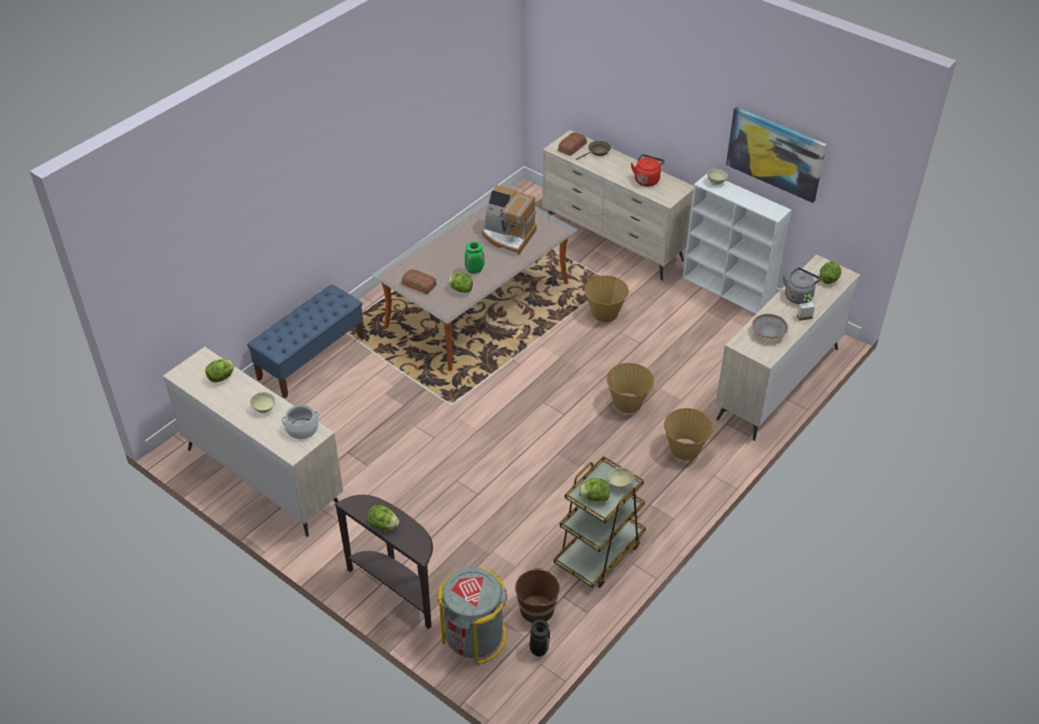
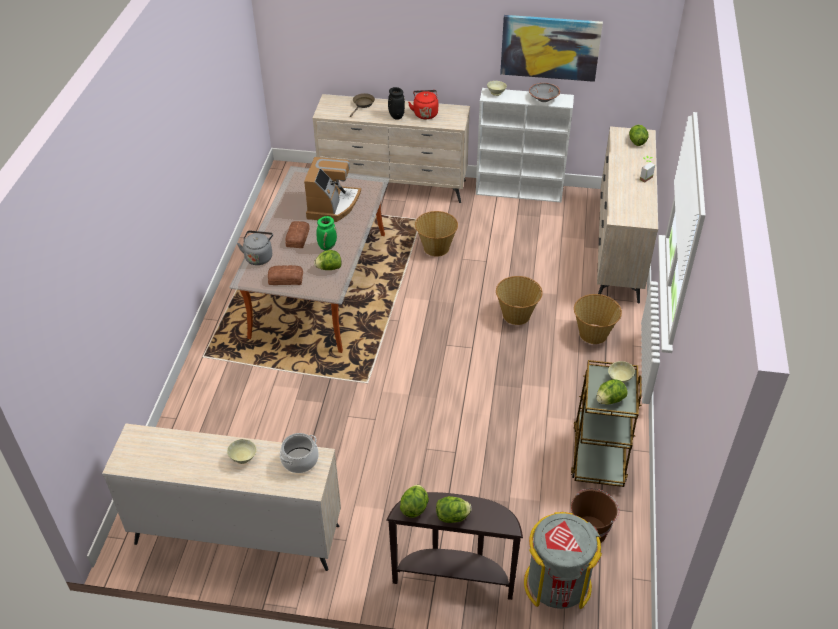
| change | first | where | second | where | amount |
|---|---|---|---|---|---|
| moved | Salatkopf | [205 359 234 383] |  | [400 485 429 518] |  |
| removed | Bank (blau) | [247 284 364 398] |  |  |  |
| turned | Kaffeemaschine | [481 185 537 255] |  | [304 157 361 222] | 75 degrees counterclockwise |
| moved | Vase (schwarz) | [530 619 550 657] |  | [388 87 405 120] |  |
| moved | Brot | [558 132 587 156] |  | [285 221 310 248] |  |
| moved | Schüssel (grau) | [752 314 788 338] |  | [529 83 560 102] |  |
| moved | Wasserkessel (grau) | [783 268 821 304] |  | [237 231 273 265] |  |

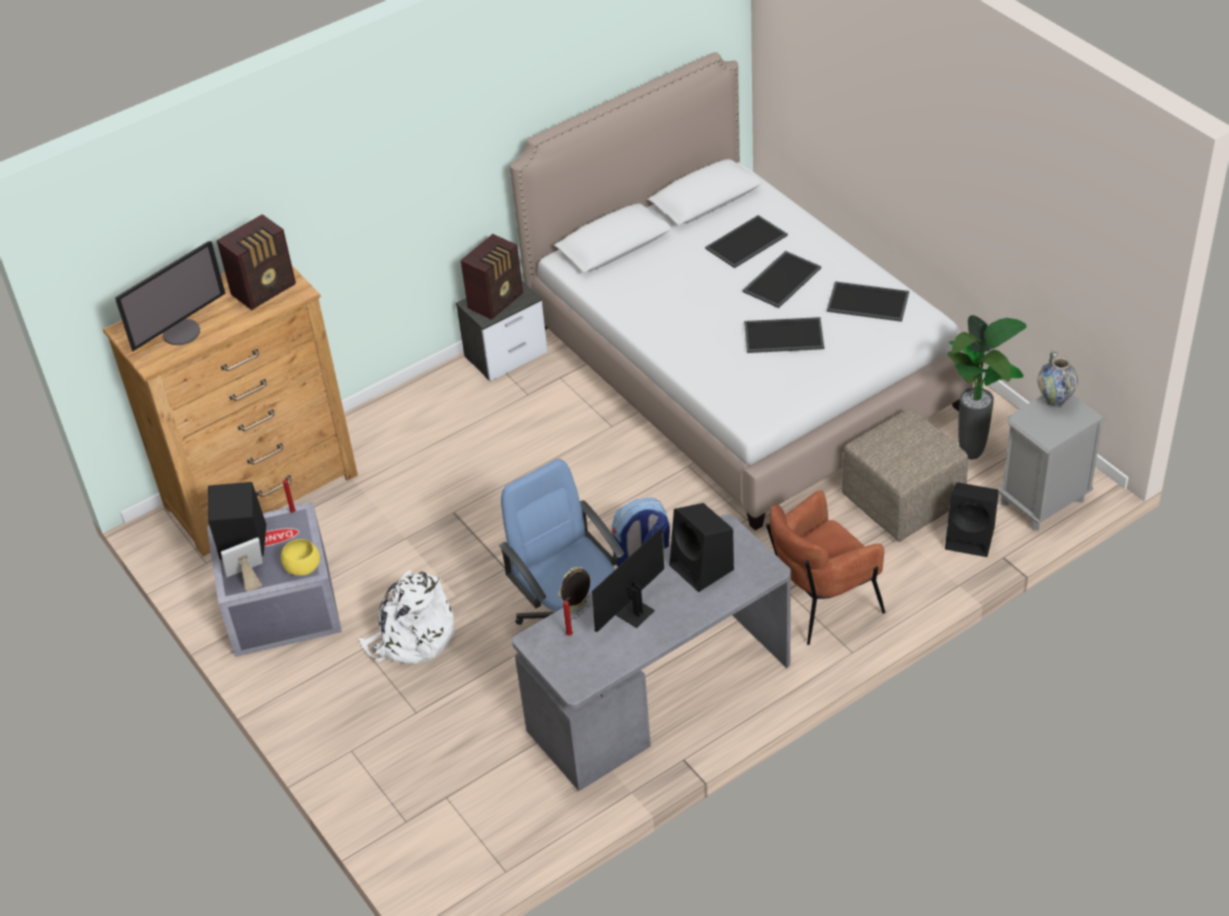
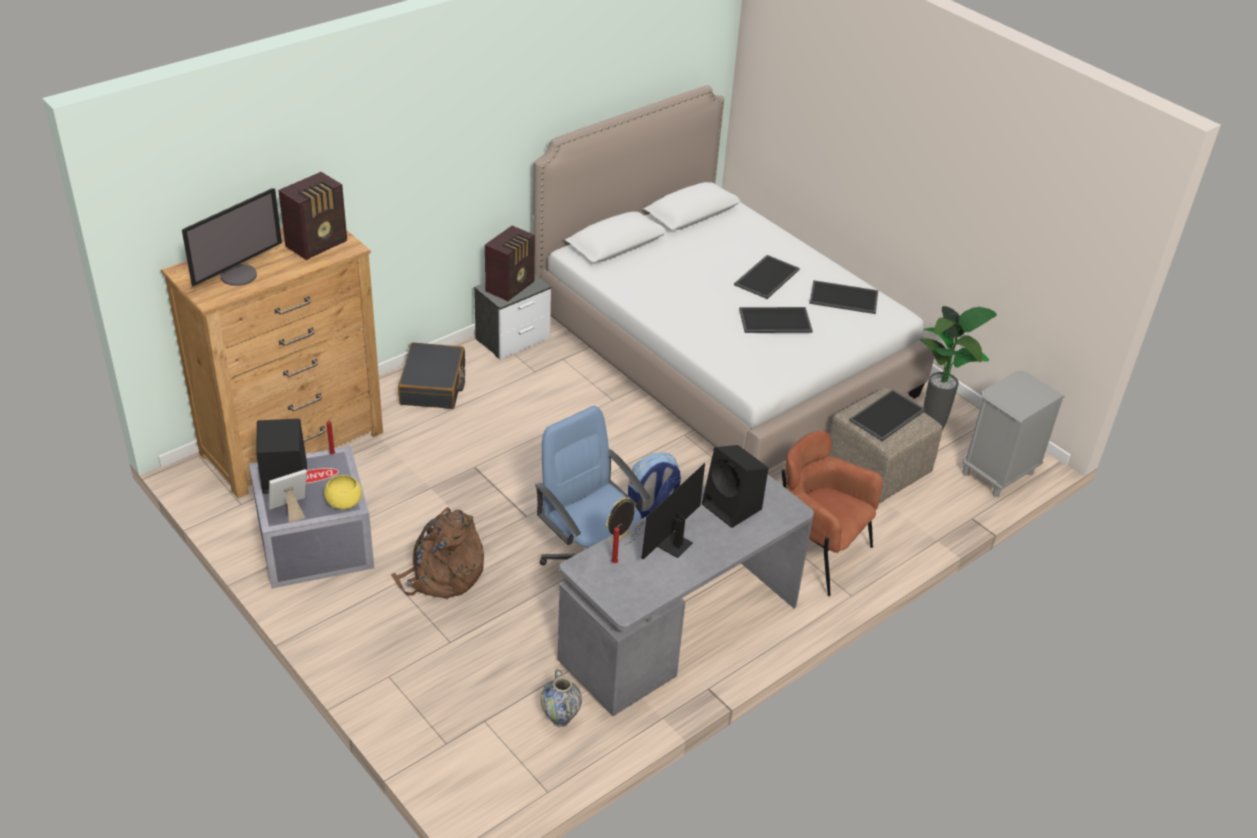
| change | first | where | second | where | amount |
|---|---|---|---|---|---|
| recoloured | Rucksack (weiß) | [359 570 454 665] | Rucksack (braun) | [391 507 484 599] |  |
| moved | Tablett | [705 215 788 268] |  | [849 389 926 441] |  |
| turned | Sessel (braun) | [766 491 886 645] |  | [782 431 883 596] | 75 degrees clockwise |
| removed | Lautsprecher (schwarz) | [945 482 999 557] |  |  |  |
| moved | Vase | [1038 350 1078 408] |  | [541 668 582 727] |  |
| added |  |  | Koffer (schwarz) | [398 342 465 409] |  |

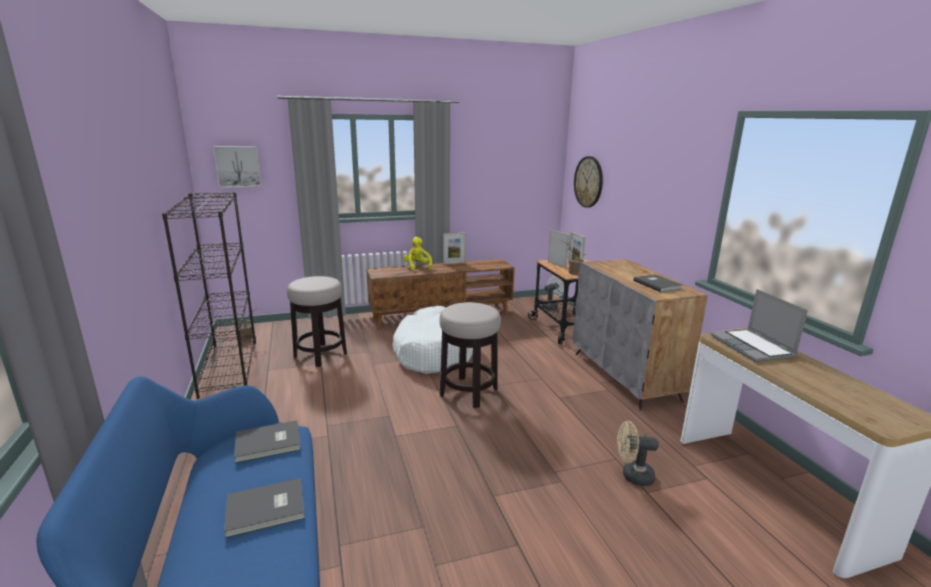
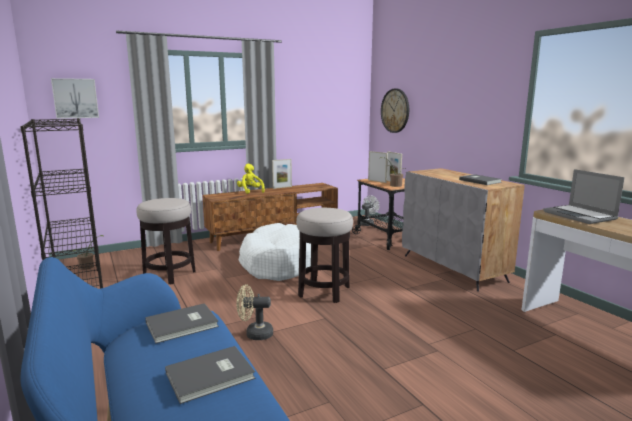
| change | first | where | second | where | amount |
|---|---|---|---|---|---|
| moved | Ventilator (beige) | [617 421 659 486] |  | [236 284 273 340] |  |

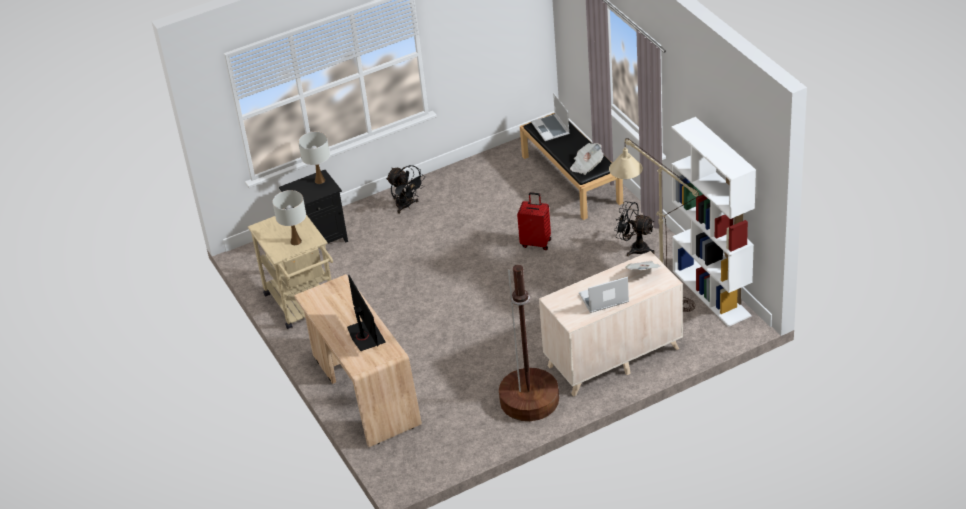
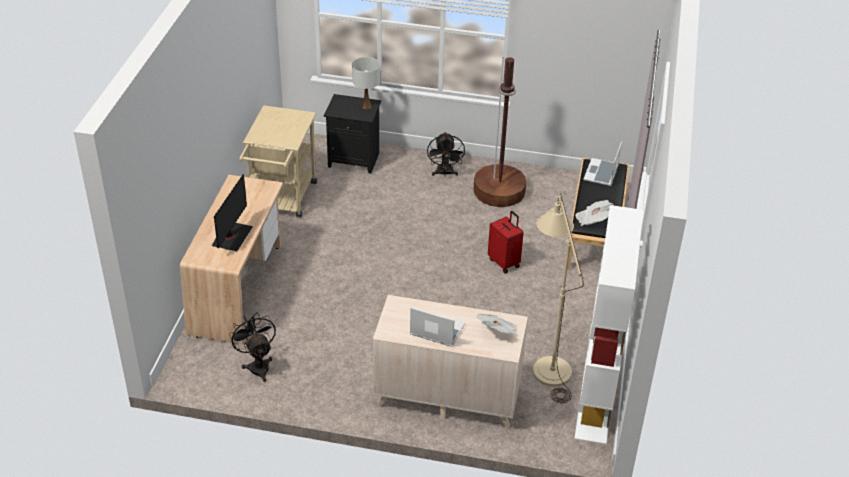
| change | first | where | second | where | amount |
|---|---|---|---|---|---|
| removed | Tischlampe (weiß) | [272 190 306 245] |  |  |  |
| moved | Stehlampe (braun) | [499 265 559 421] |  | [473 57 526 207] |  |
| moved | Ventilator (schwarz) | [614 201 655 256] |  | [229 312 276 382] |  |

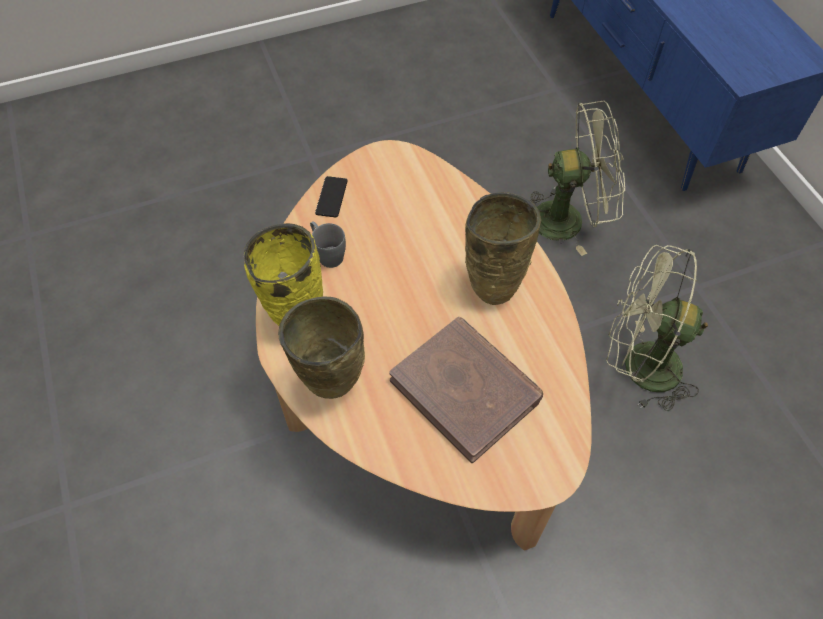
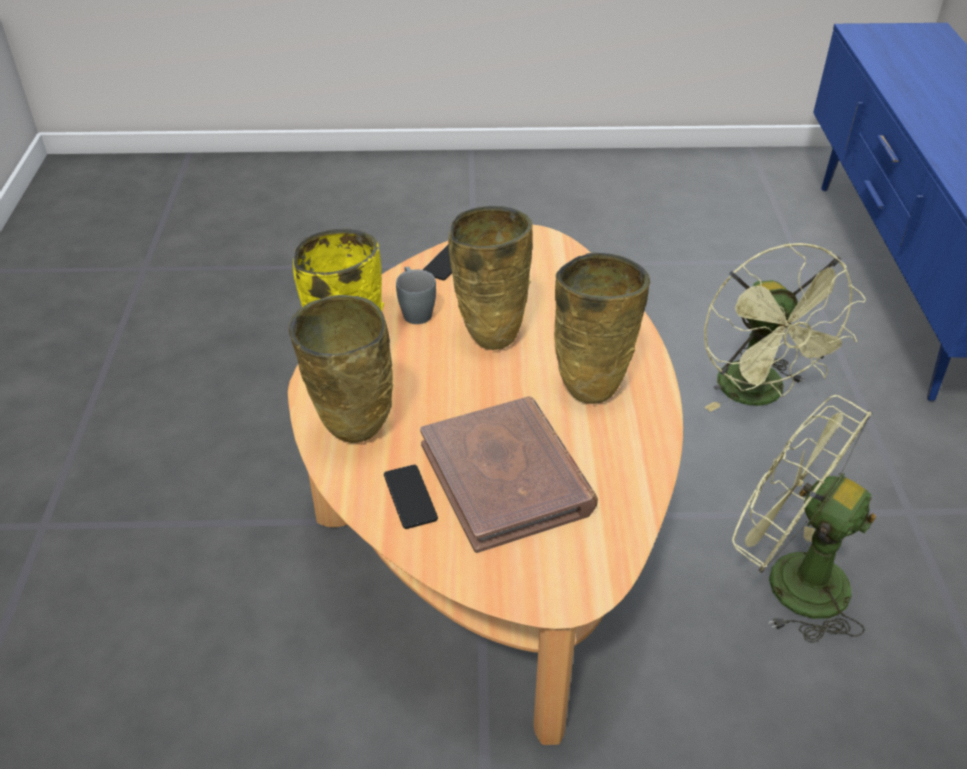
| change | first | where | second | where | amount |
|---|---|---|---|---|---|
| turned | Ventilator (grün) | [529 101 625 256] |  | [704 243 866 412] | 60 degrees clockwise |
| added |  |  | Handy | [384 465 438 529] |  |
| added |  |  | Vase (beige) | [448 206 533 350] |  |

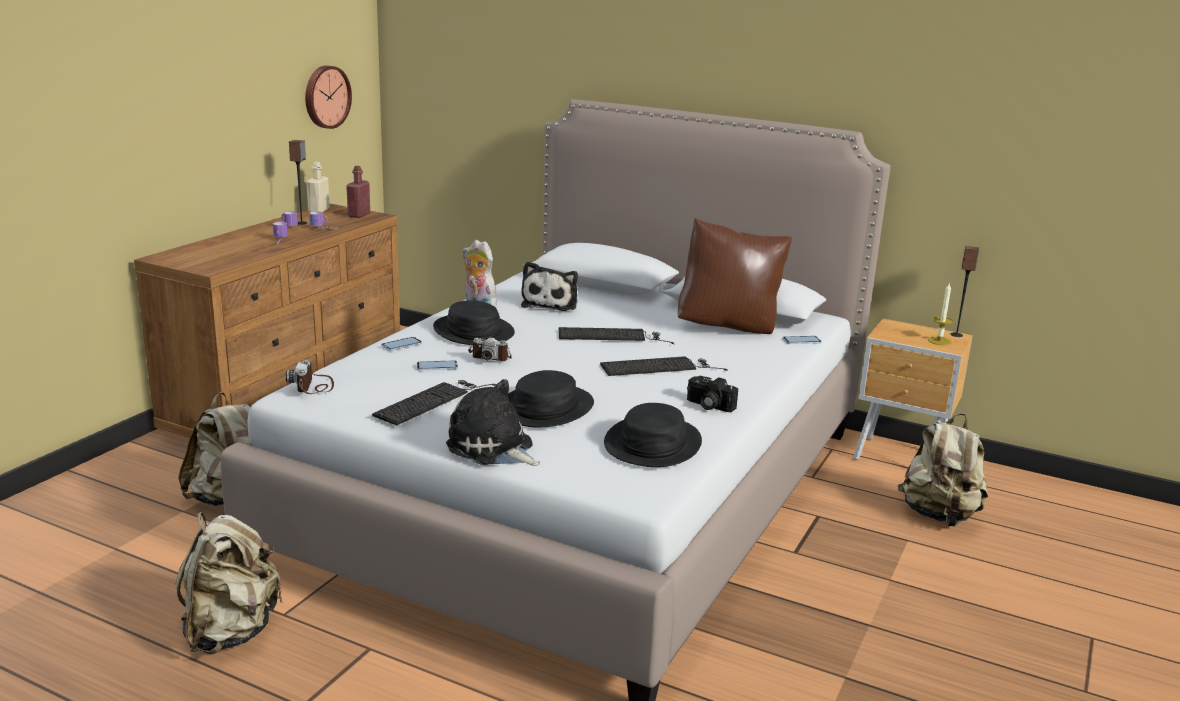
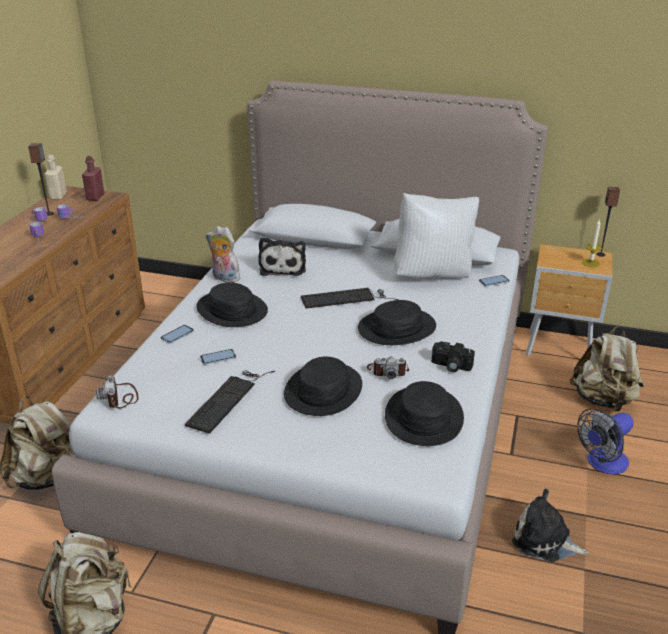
| change | first | where | second | where | amount |
|---|---|---|---|---|---|
| removed | Wanduhr | [305 66 352 129] |  |  |  |
| moved | Plüschtier | [446 379 540 465] |  | [512 489 588 562] |  |
| moved | Kamera | [468 337 512 361] |  | [367 357 409 379] |  |
| replaced | Tastatur | [600 356 728 376] | Hut (schwarz) | [358 300 436 345] |  |
| recoloured | Kissen (braun) | [678 218 792 334] | Kissen (weiß) | [394 193 479 279] |  |
| added |  |  | Ventilator | [577 409 634 475] |  |

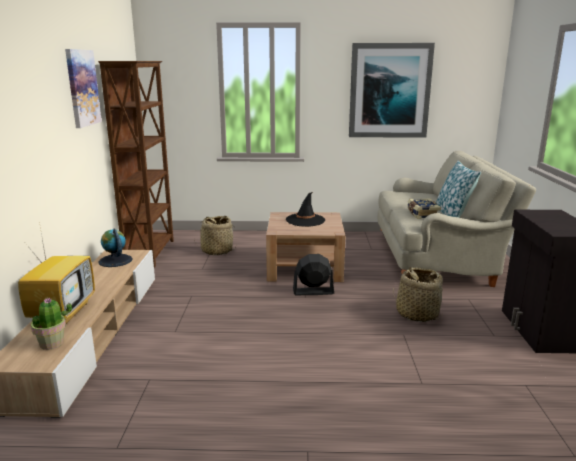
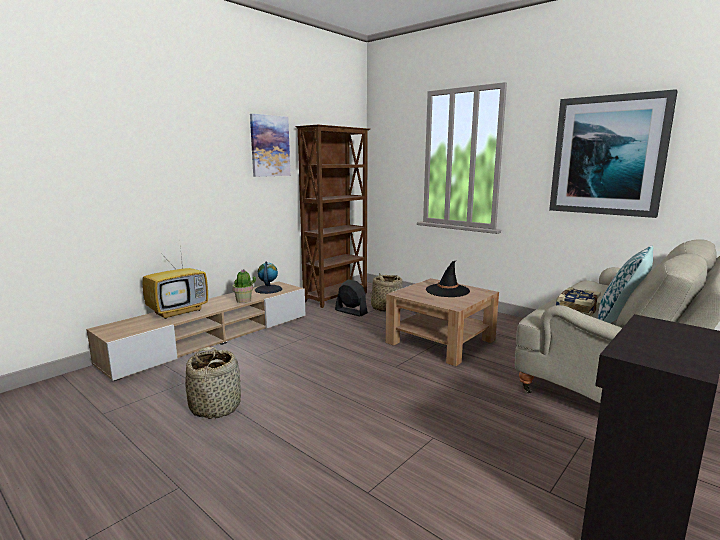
| change | first | where | second | where | amount |
|---|---|---|---|---|---|
| moved | Topfpflanze | [31 297 72 350] |  | [232 270 256 303] |  |
| moved | Ventilator (schwarz) | [293 254 334 295] |  | [335 279 368 316] |  |
| moved | Korb | [393 267 443 322] |  | [185 347 241 419] |  |

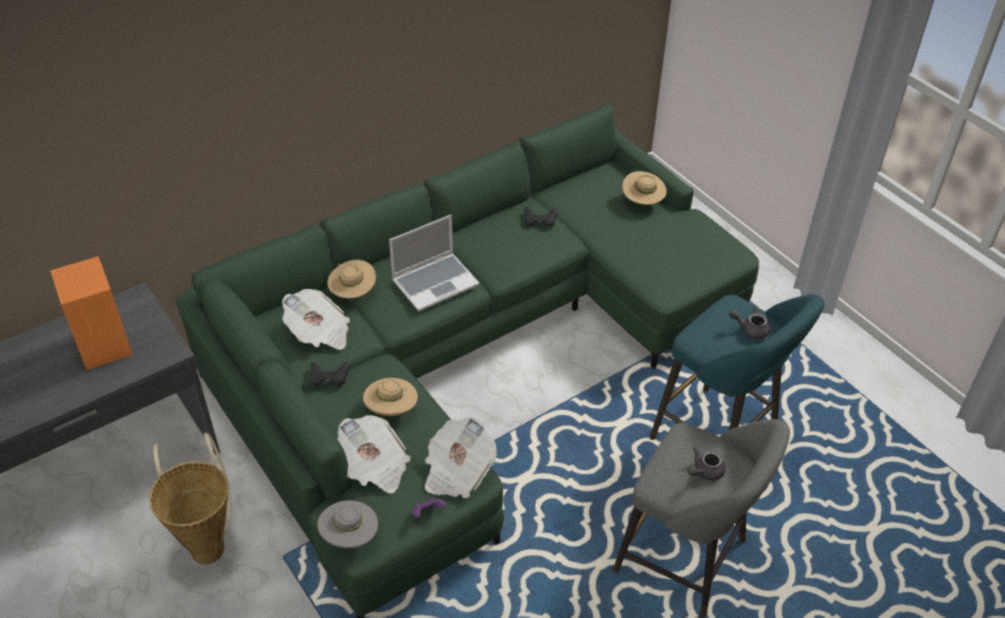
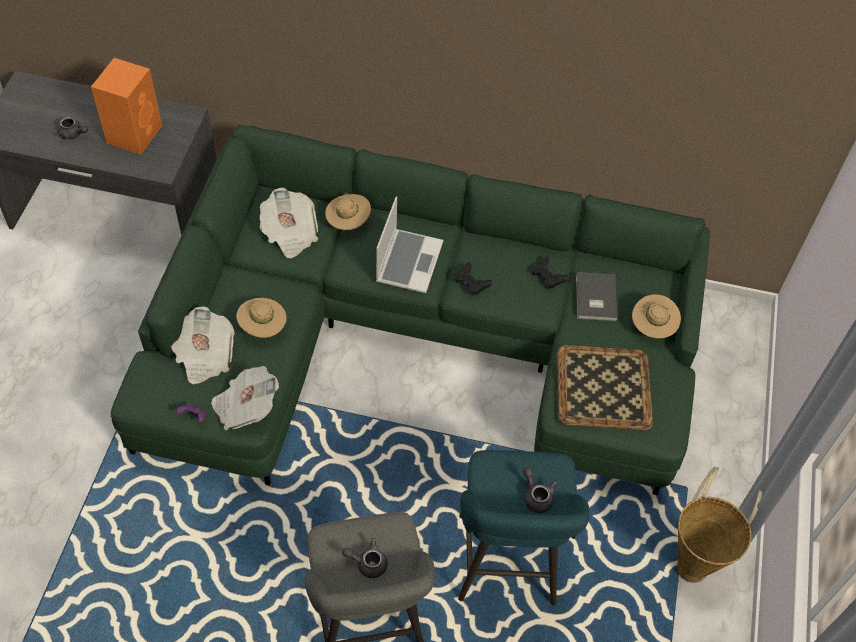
| change | first | where | second | where | amount |
|---|---|---|---|---|---|
| moved | Korb | [149 433 232 564] |  | [677 467 762 583] |  |
| moved | Gamepad (schwarz) | [310 362 350 387] |  | [454 262 492 296] |  |
| removed | Hut (grau) | [317 500 378 548] |  |  |  |
| turned | Laptop | [389 215 479 311] |  | [376 196 443 293] | 90 degrees counterclockwise |
| added |  |  | Teekanne (grau) | [58 116 88 139] |  |
| added |  |  | Tablett | [557 345 653 430] |  |
| added |  |  | Buch (grau) | [576 272 618 321] |  |

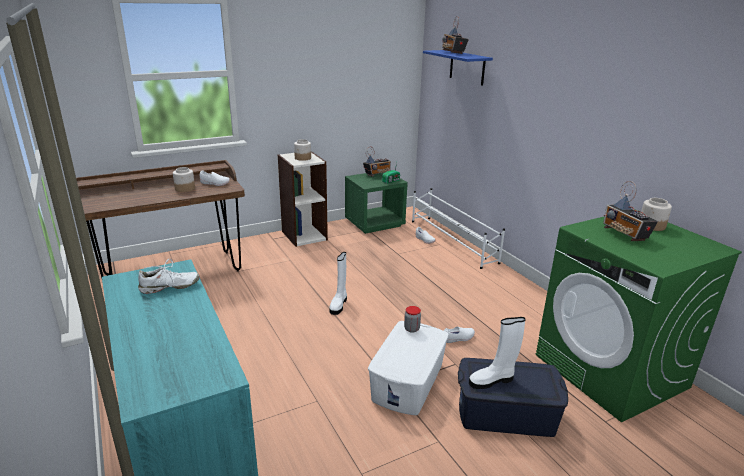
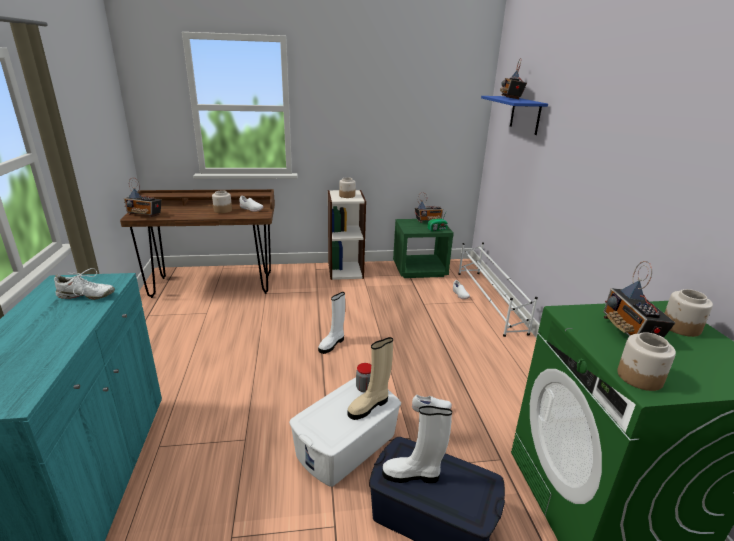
| change | first | where | second | where | amount |
|---|---|---|---|---|---|
| added |  |  | Radio | [124 178 162 217] |  |
| added |  |  | Stiefel (beige) | [347 337 393 420] |  |
| added |  |  | Vorratsglas | [617 332 676 391] |  |

